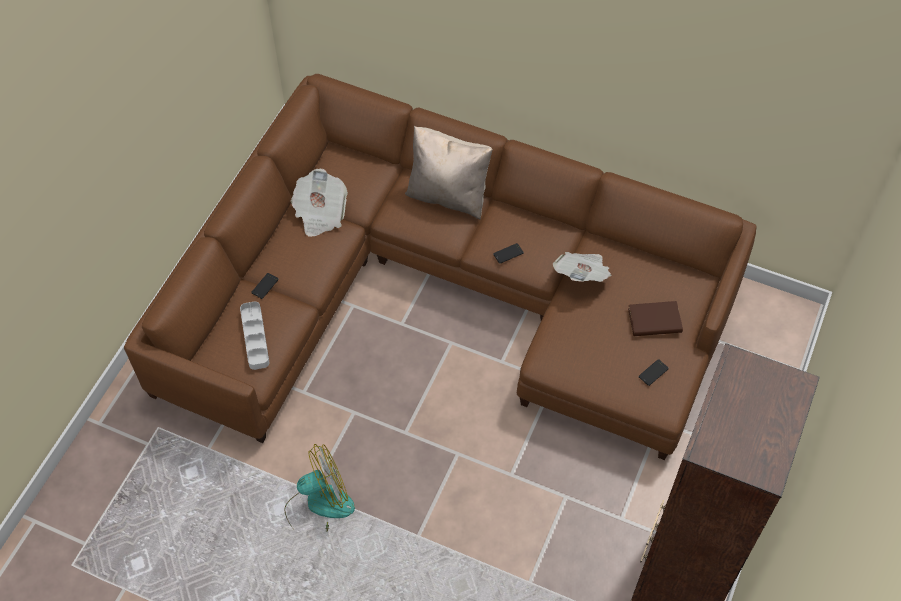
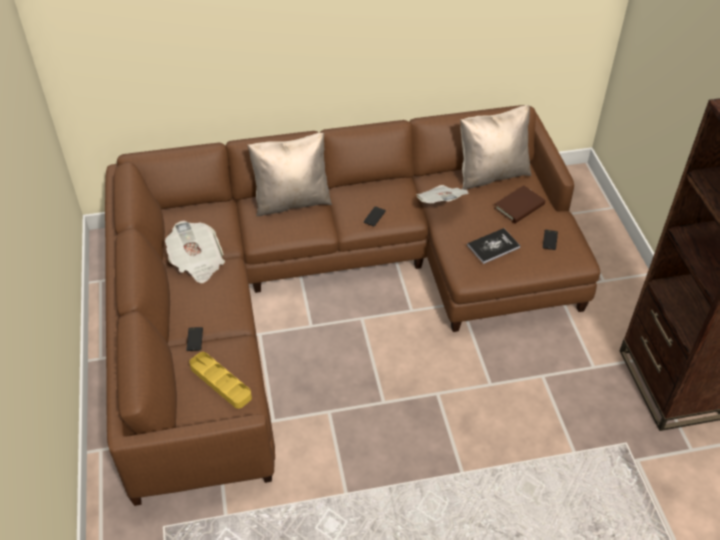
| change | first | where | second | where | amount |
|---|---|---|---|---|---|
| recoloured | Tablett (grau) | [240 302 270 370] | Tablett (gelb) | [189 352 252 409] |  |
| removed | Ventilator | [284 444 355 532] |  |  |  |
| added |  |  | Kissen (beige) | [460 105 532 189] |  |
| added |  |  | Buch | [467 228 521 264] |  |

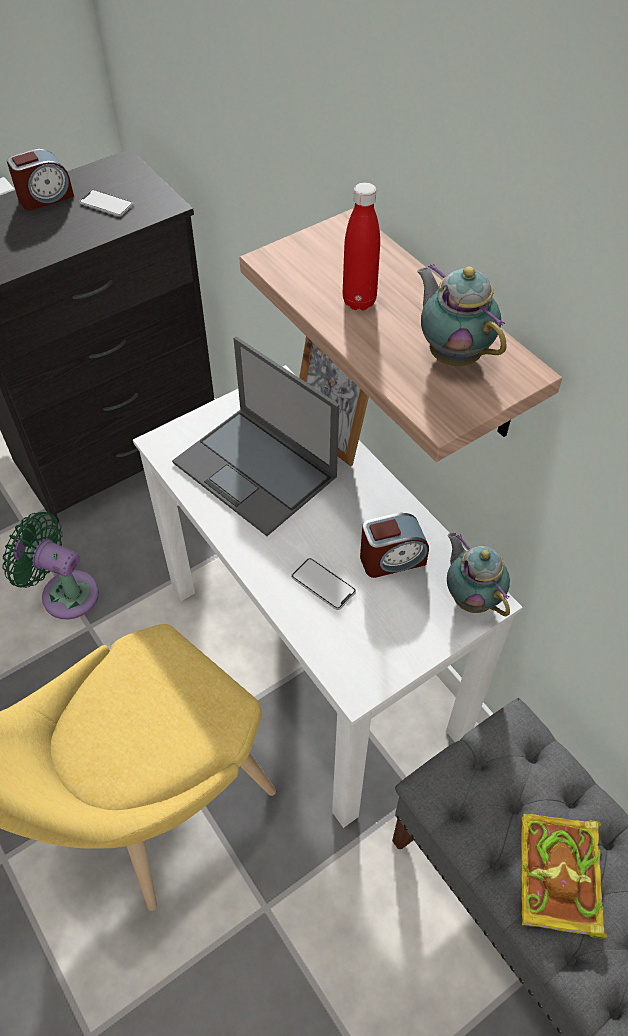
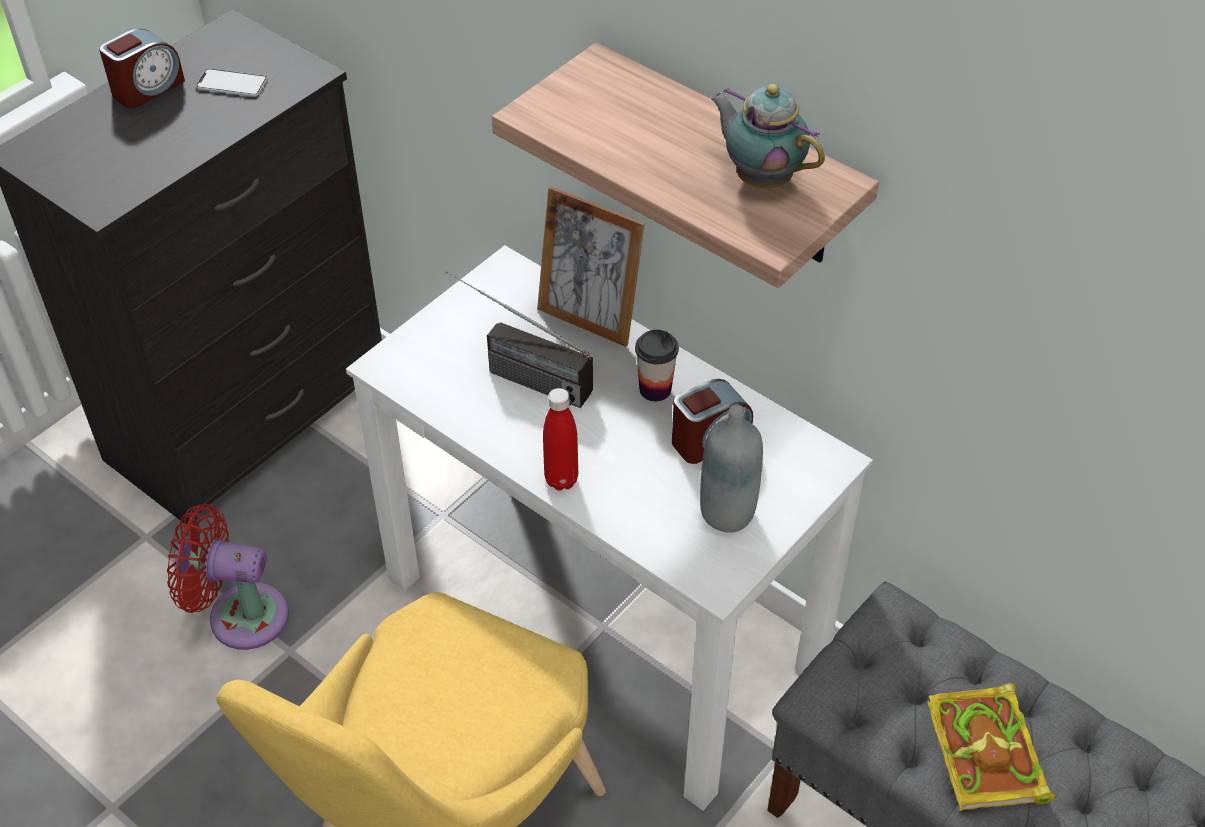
| change | first | where | second | where | amount |
|---|---|---|---|---|---|
| recoloured | Ventilator (grün) | [2 512 99 619] | Ventilator (rot) | [167 504 289 650] |  |
| replaced | Laptop | [172 336 339 536] | Radio | [446 271 593 408] |  |
| removed | Handy | [291 558 356 610] |  |  |  |
| moved | Flasche (rot) | [343 183 380 310] |  | [543 388 578 491] |  |
| removed | Teekanne | [447 532 510 616] |  |  |  |
| added |  |  | Tasse | [635 330 679 402] |  |
| added |  |  | Flasche (grau) | [700 404 763 533] |  |

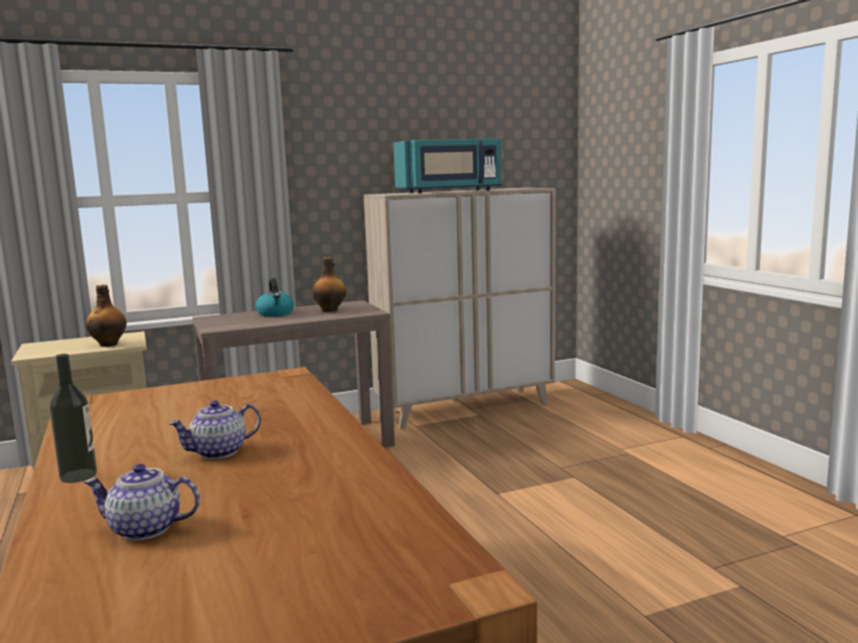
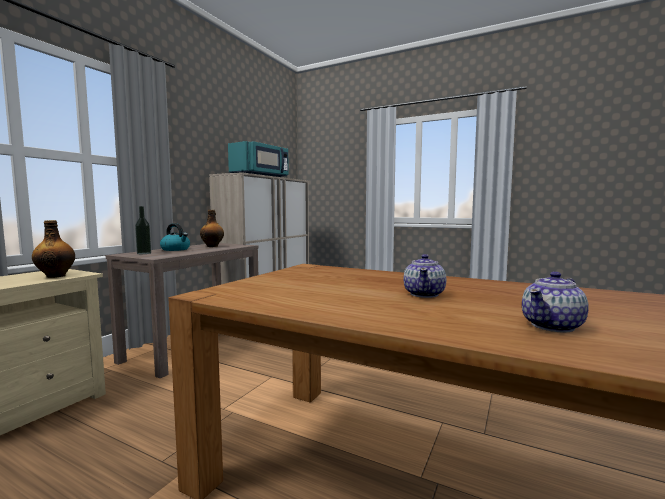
| change | first | where | second | where | amount |
|---|---|---|---|---|---|
| moved | Flasche | [50 354 97 483] |  | [135 206 151 254] |  |

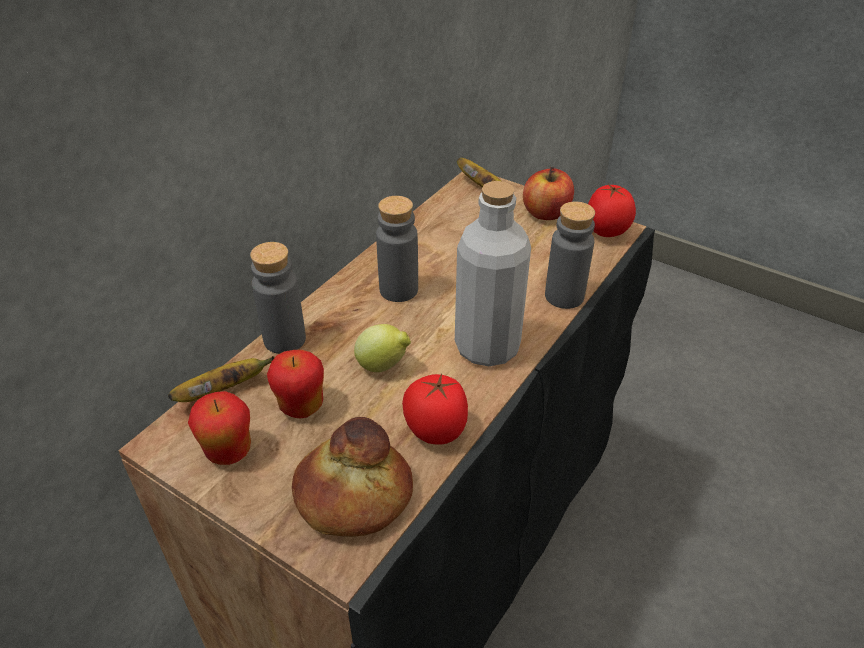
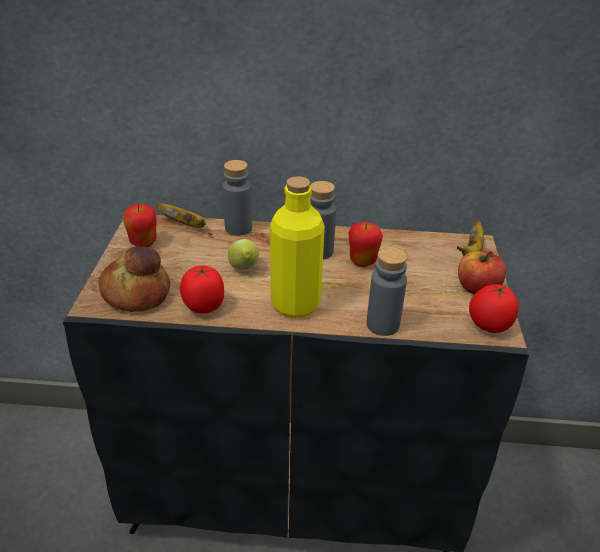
| change | first | where | second | where | amount |
|---|---|---|---|---|---|
| moved | Apfel | [267 350 324 418] |  | [349 222 383 267] |  |
| recoloured | Flasche (grau) | [455 181 531 366] | Flasche (gelb) | [270 176 325 318] |  |

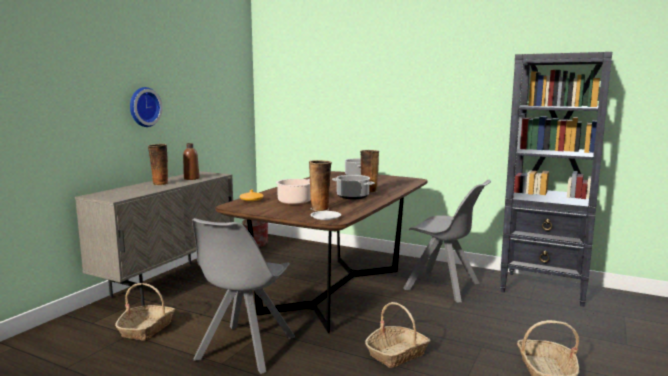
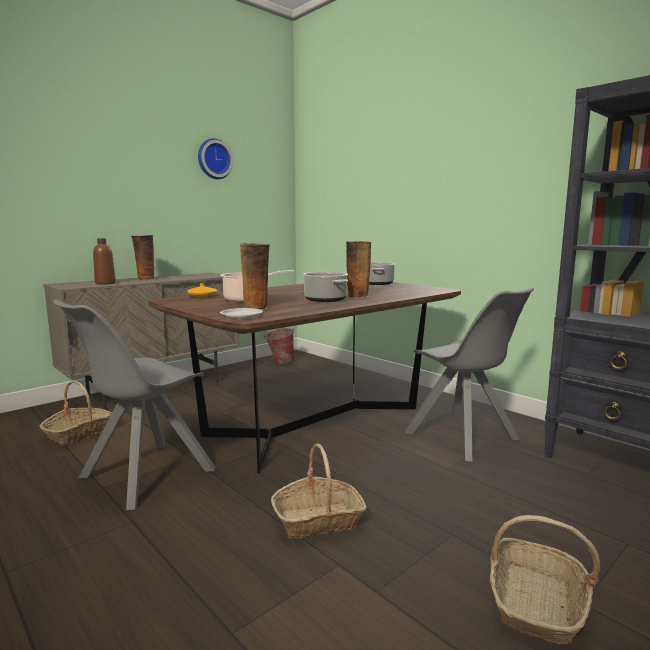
| change | first | where | second | where | amount |
|---|---|---|---|---|---|
| moved | Wanduhr | [130 87 163 127] |  | [198 138 233 179] |  |
| moved | Flasche (braun) | [183 143 200 180] |  | [93 238 116 285] |  |

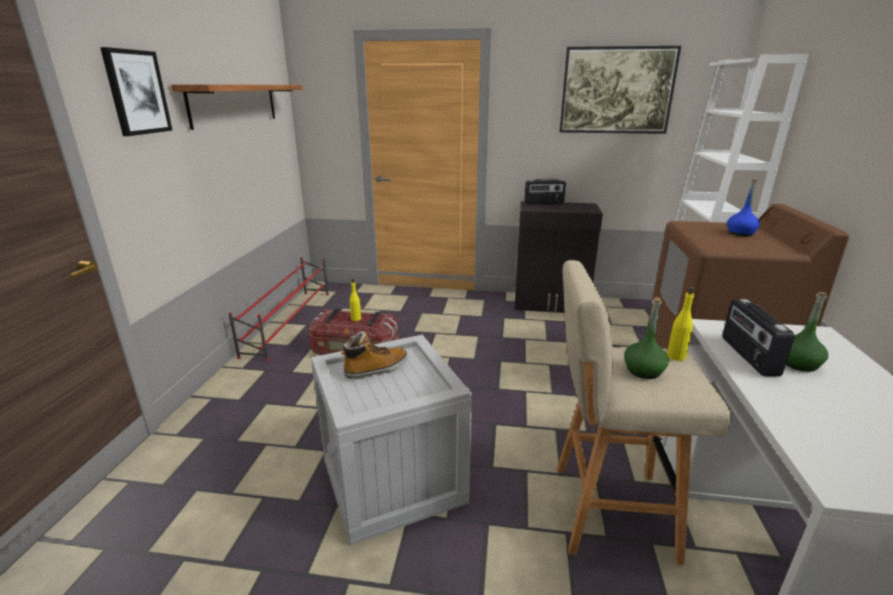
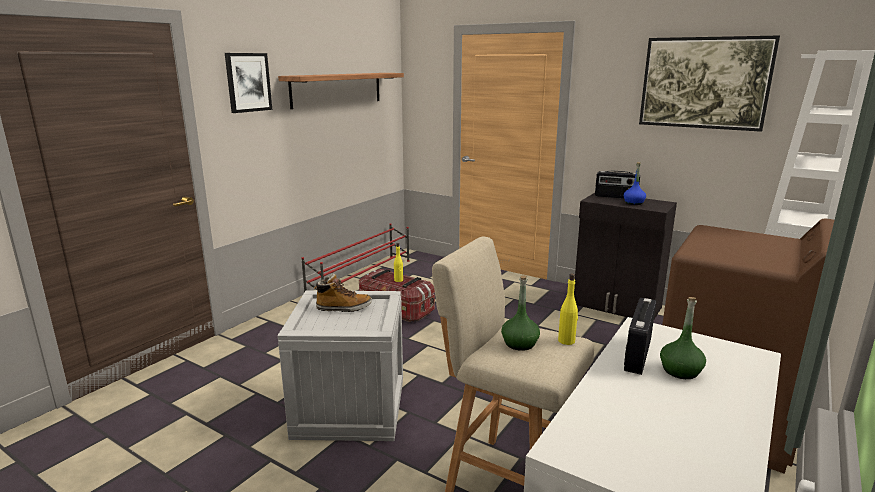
| change | first | where | second | where | amount |
|---|---|---|---|---|---|
| moved | Flasche (blau) | [727 178 760 236] |  | [624 162 646 205] |  |

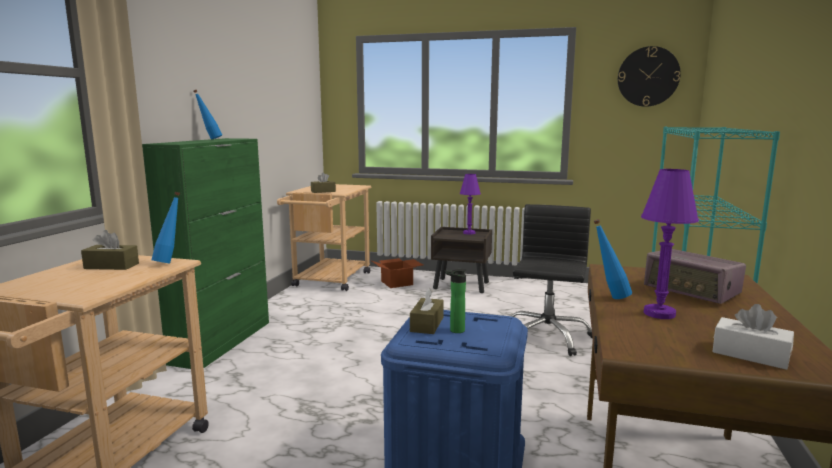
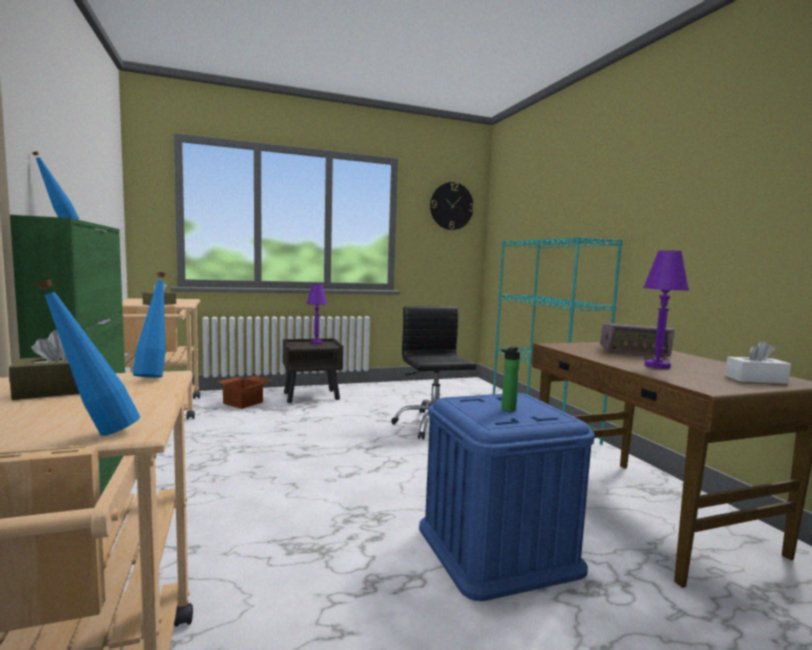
| change | first | where | second | where | amount |
|---|---|---|---|---|---|
| removed | Taschentuchbox (braun) | [410 288 444 334] |  |  |  |
| moved | Flasche (blau) | [594 219 632 299] |  | [37 279 140 436] |  |

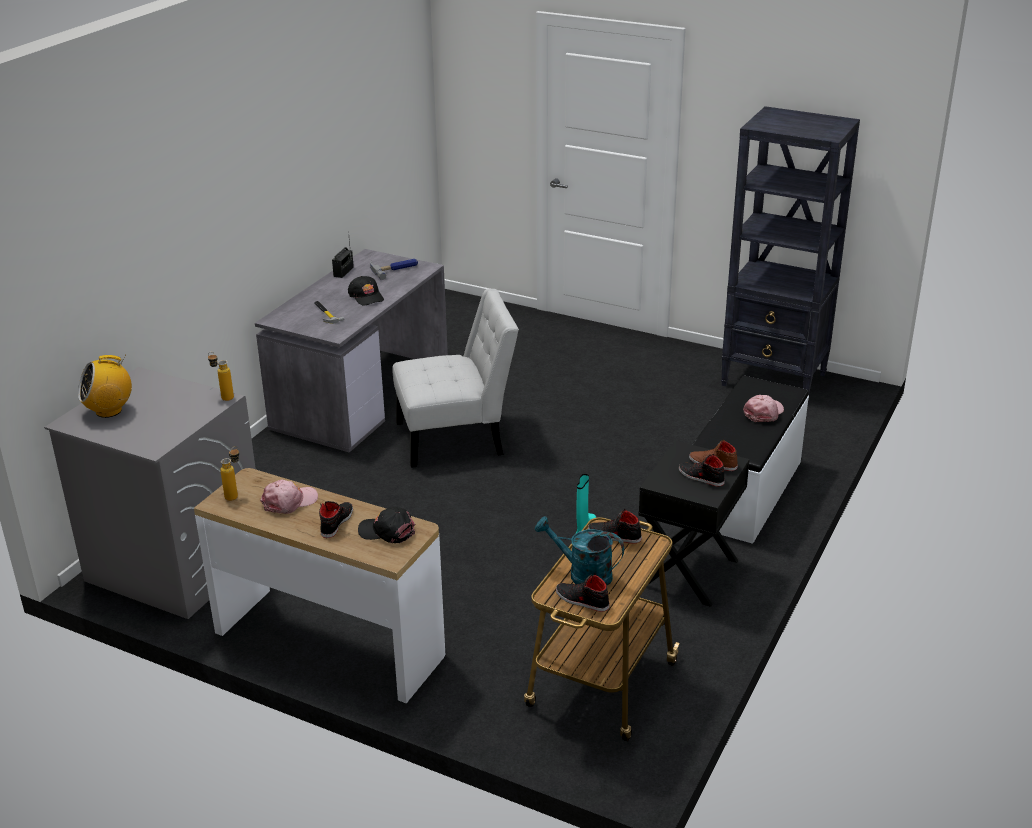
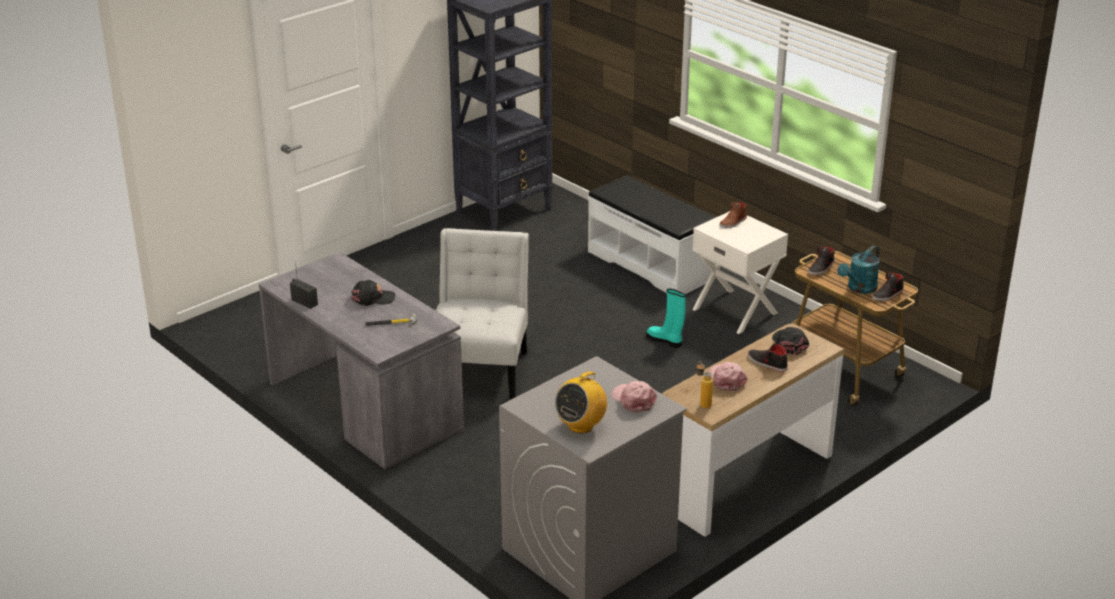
| change | first | where | second | where | amount |
|---|---|---|---|---|---|
| turned | Radio | [78 355 132 418] |  | [555 370 607 433] | 45 degrees clockwise |
| removed | Flasche | [208 352 234 401] |  |  |  |
| turned | Kappe (schwarz) | [358 507 416 543] |  | [772 327 809 355] | 135 degrees clockwise |
| removed | Hammer | [370 259 418 280] |  |  |  |
| recoloured | Nachttisch (schwarz) | [639 441 750 607] | Nachttisch (weiß) | [692 211 788 334] |  |
| removed | Schuh (schwarz) | [678 454 725 487] |  |  |  |
| moved | Kappe (rosa) | [743 395 784 422] |  | [612 381 657 412] |  |

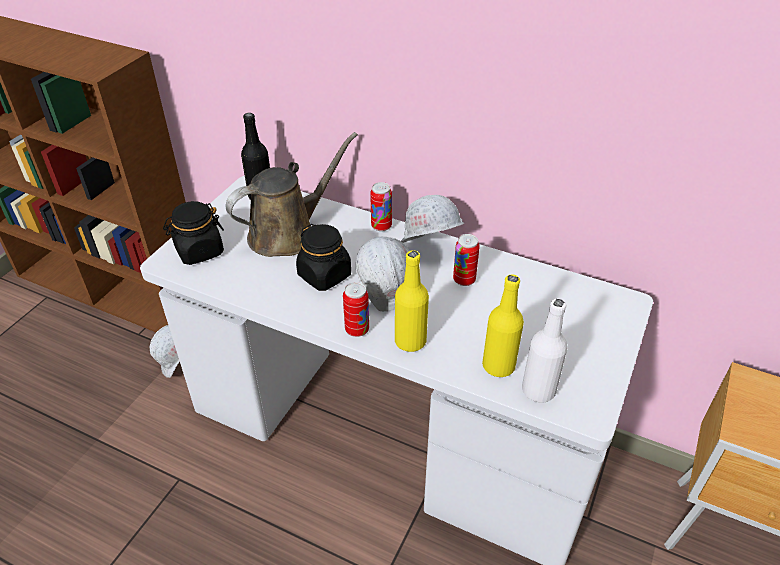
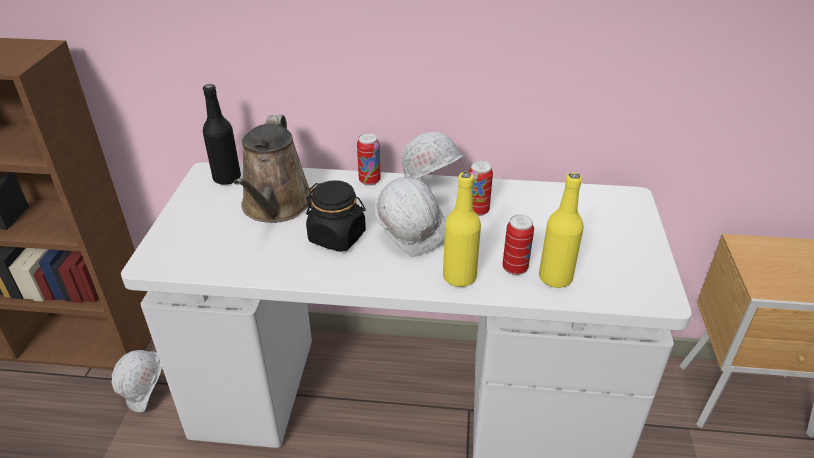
| change | first | where | second | where | amount |
|---|---|---|---|---|---|
| removed | Vorratsglas (schwarz) | [163 201 224 265] |  |  |  |
| turned | Gießkanne (braun) | [226 132 358 257] |  | [234 115 312 223] | 150 degrees clockwise |
| moved | Dose | [343 282 369 337] |  | [502 215 534 275] |  |
| removed | Flasche (weiß) | [522 299 568 403] |  |  |  |

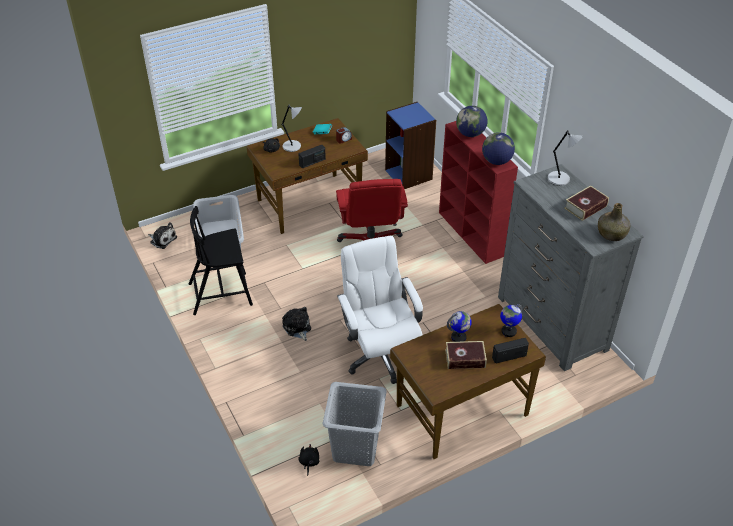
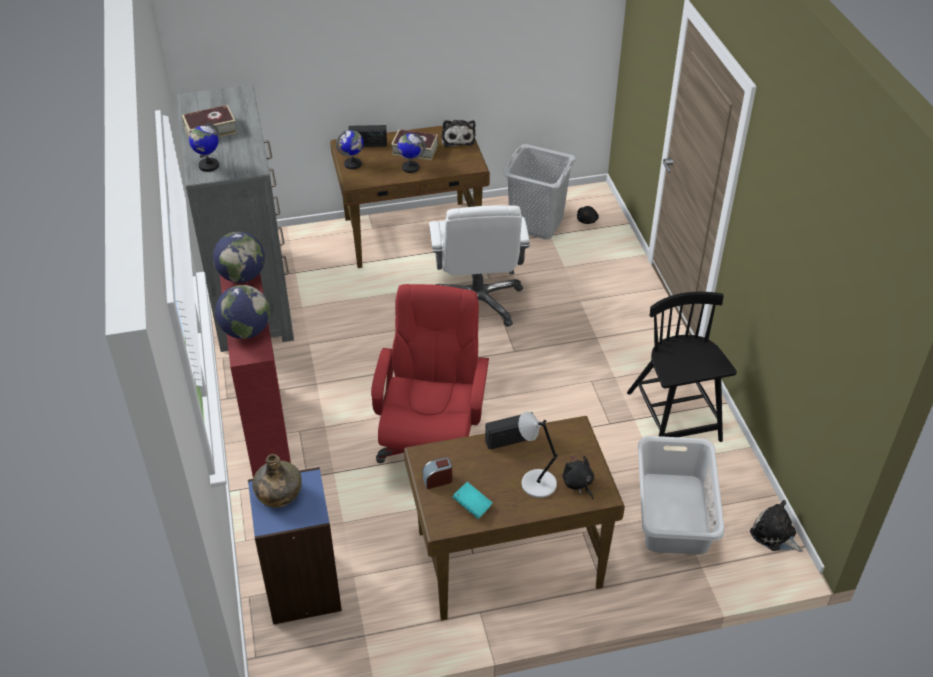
| change | first | where | second | where | amount |
|---|---|---|---|---|---|
| turned | Stuhl (schwarz) | [189 206 253 315] |  | [627 292 737 442] | 105 degrees counterclockwise |
| moved | Plüschtier | [282 307 311 341] |  | [441 120 476 147] |  |
| replaced | Tischlampe (grau) | [548 130 583 186] | Globus | [189 122 220 172] |  |
| moved | Flasche (grün) | [598 203 630 241] |  | [252 454 302 508] |  |

